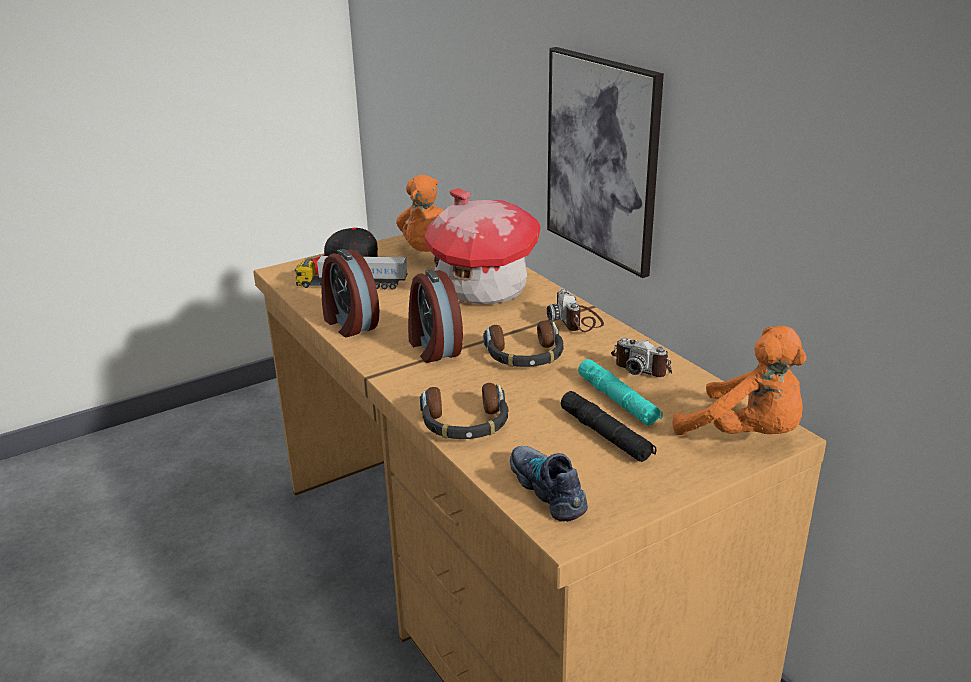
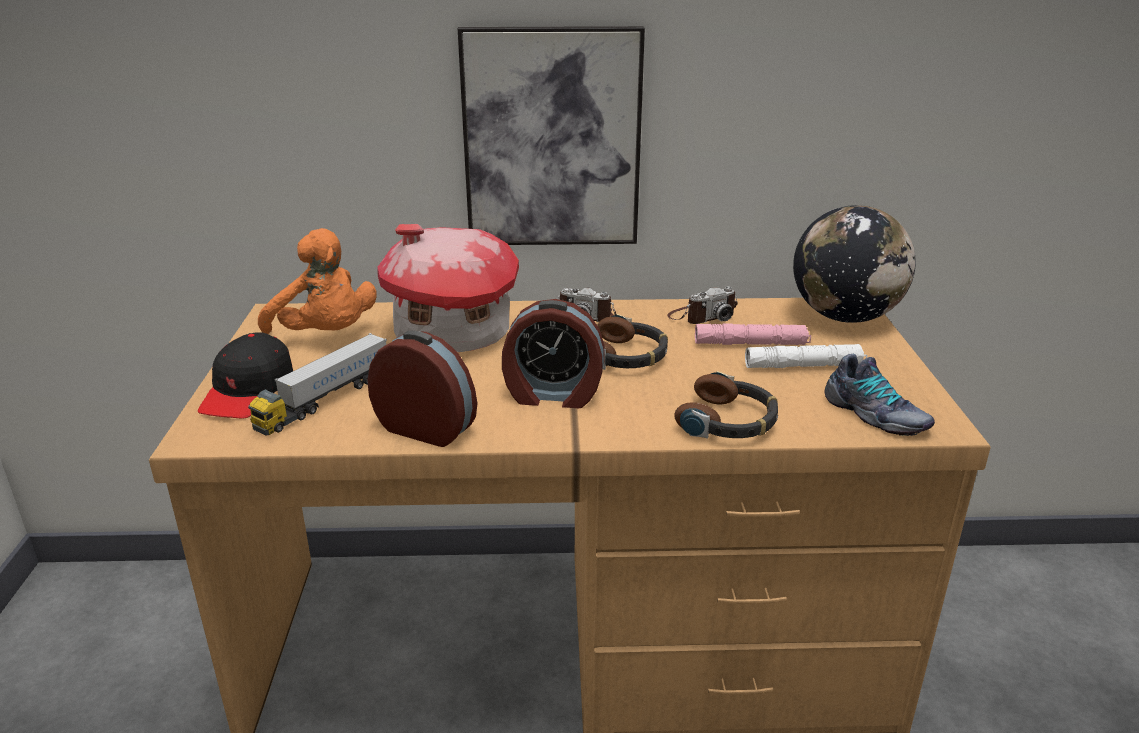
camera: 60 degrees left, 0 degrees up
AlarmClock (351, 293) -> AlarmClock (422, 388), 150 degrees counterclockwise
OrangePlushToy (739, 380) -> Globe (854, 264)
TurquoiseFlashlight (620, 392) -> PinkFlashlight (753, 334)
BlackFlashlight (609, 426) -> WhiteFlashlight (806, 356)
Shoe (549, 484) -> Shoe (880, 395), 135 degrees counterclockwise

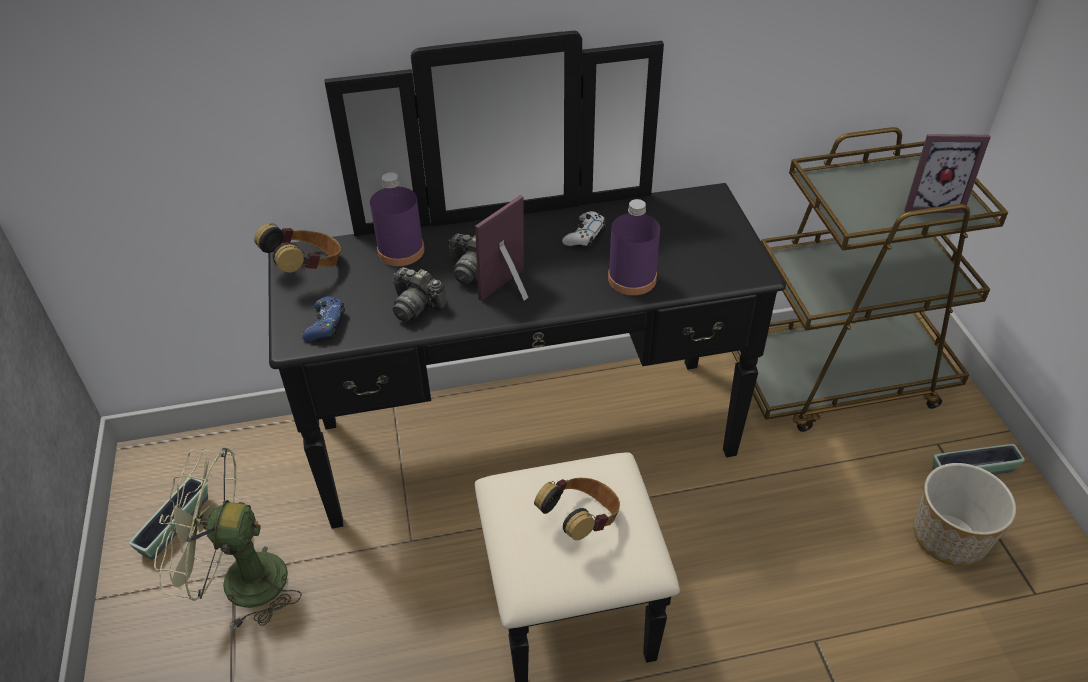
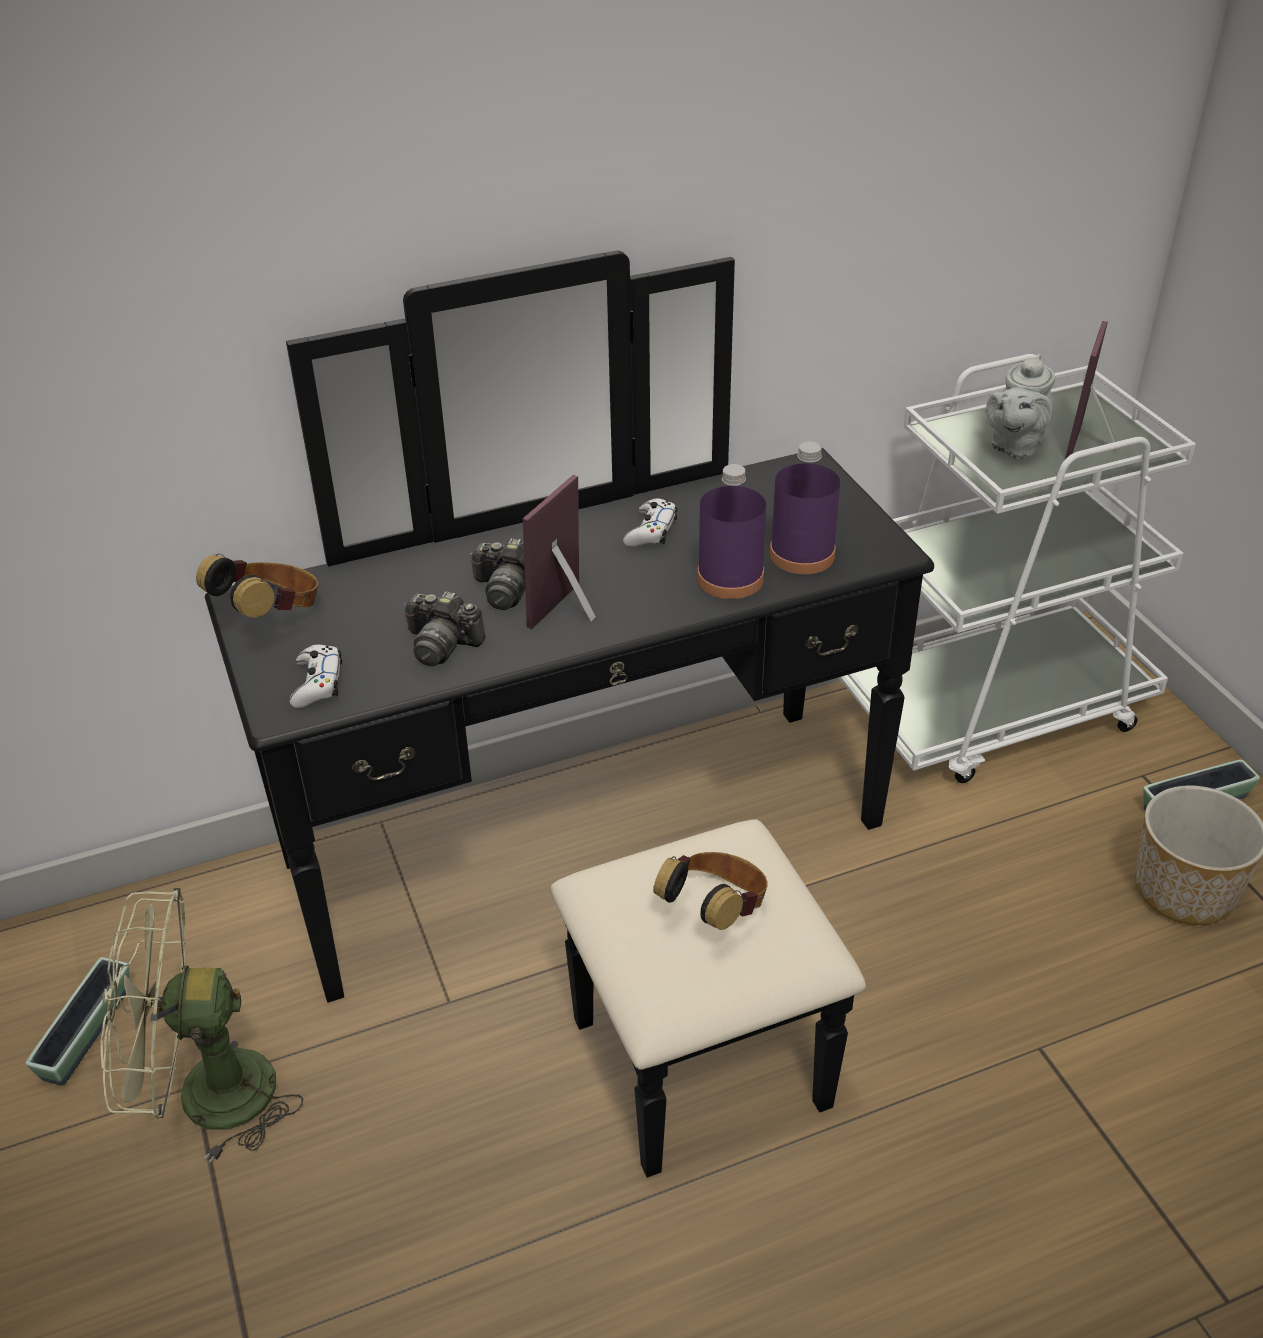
camera: 10 degrees left, 5 degrees down
BrownCart (870, 279) -> WhiteCart (1017, 568)
PictureFrame (947, 173) -> PictureFrame (1091, 390), 120 degrees clockwise
PurpleBottle (397, 219) -> PurpleBottle (805, 508), shifted
BlueGameController (323, 318) -> WhiteGameController (315, 676)
none -> GreyTeapot (1020, 407)

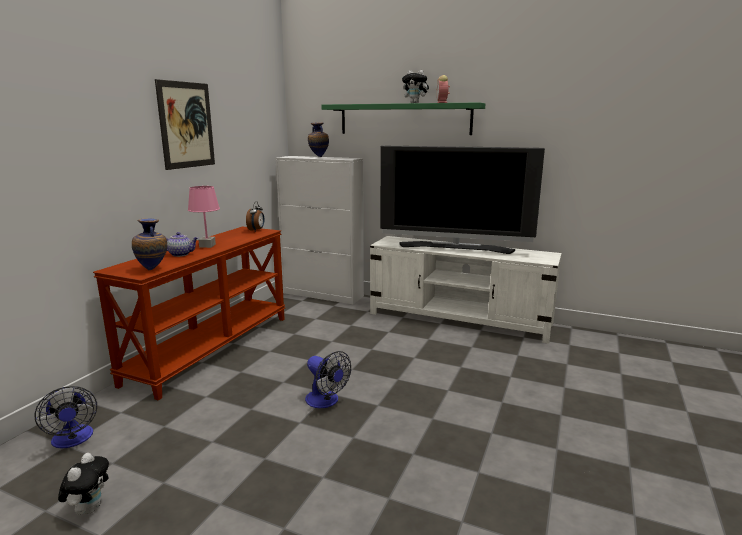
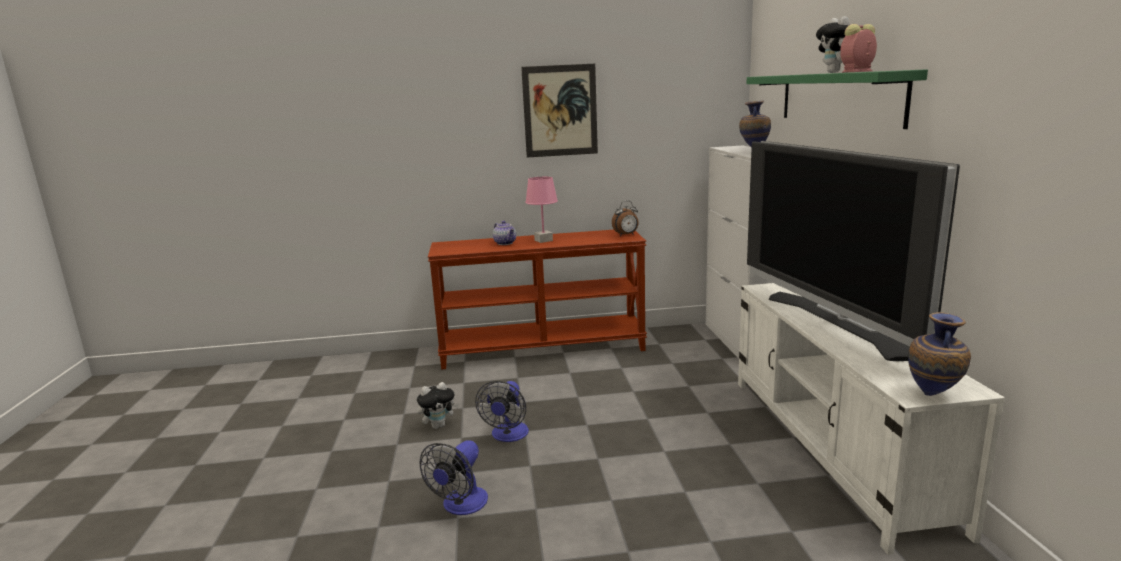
camera: 60 degrees right, 0 degrees up
Vase (149, 244) -> Vase (939, 354), shifted
Fan (65, 417) -> Fan (454, 477), shifted
PlushToy (83, 484) -> PlushToy (438, 405), shifted

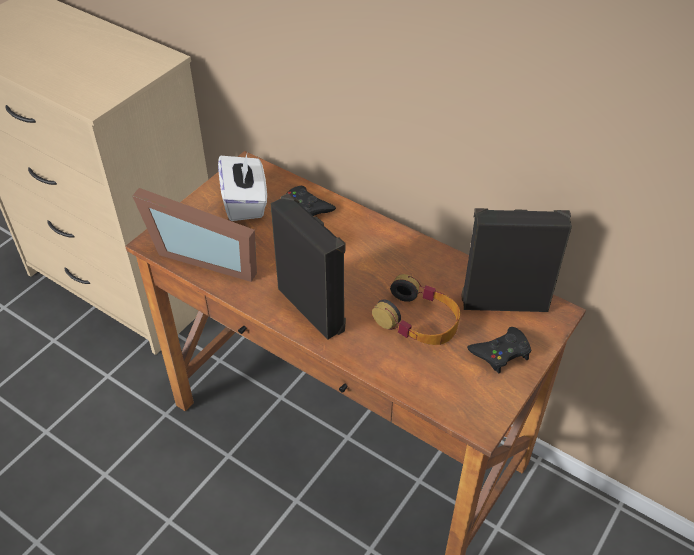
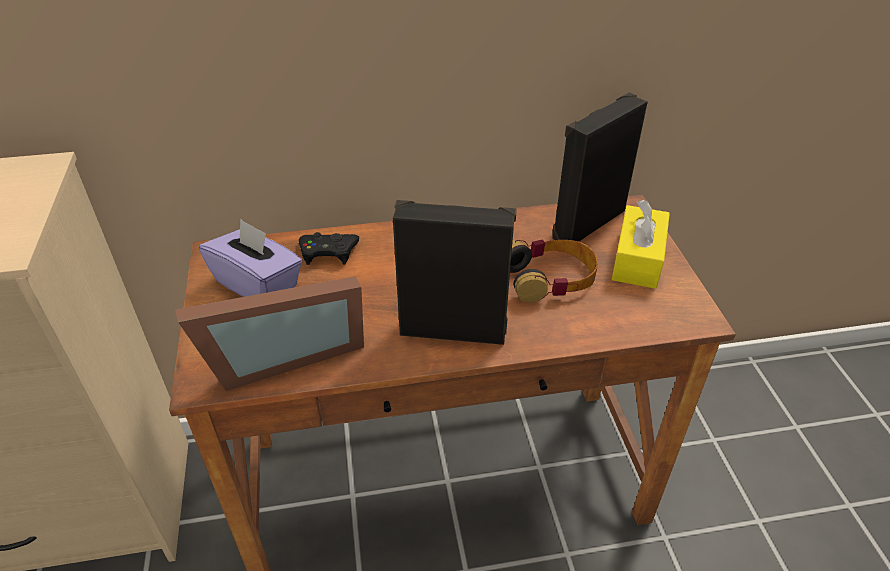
camera: 45 degrees left, 5 degrees down
WhiteTissueBox (242, 187) -> PurpleTissueBox (250, 257)
BlackGameController (499, 350) -> YellowTissueBox (641, 244)

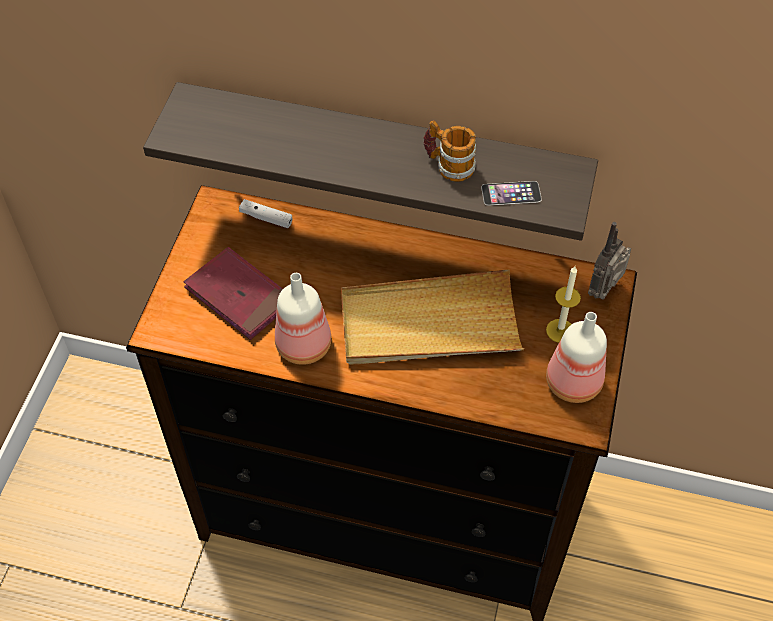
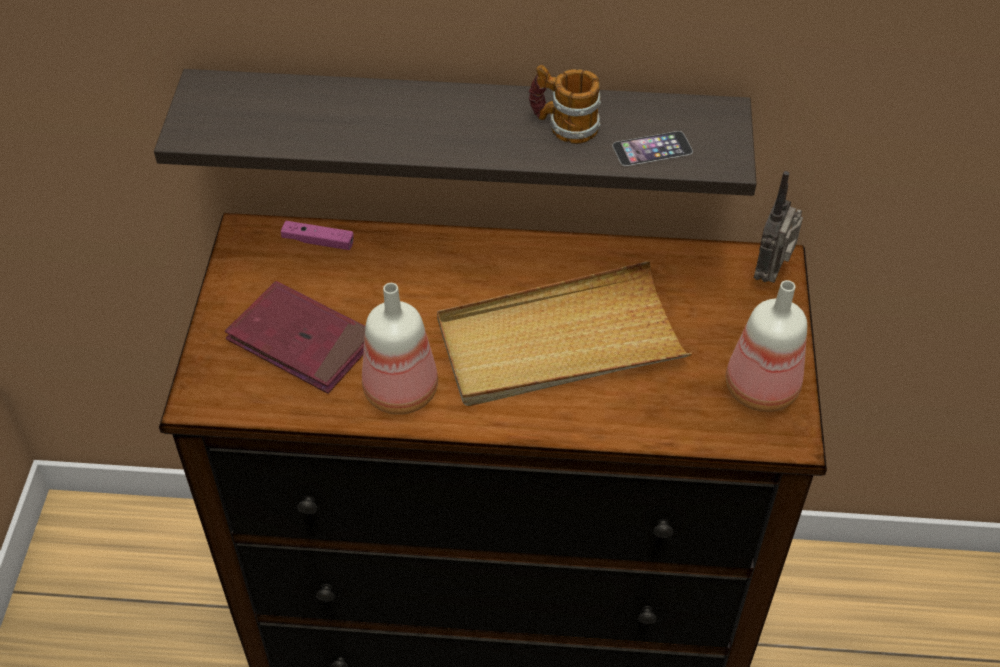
camera: 10 degrees left, 5 degrees down
WhiteGameController (265, 213) -> PinkGameController (317, 235)
Candle (563, 304) -> none

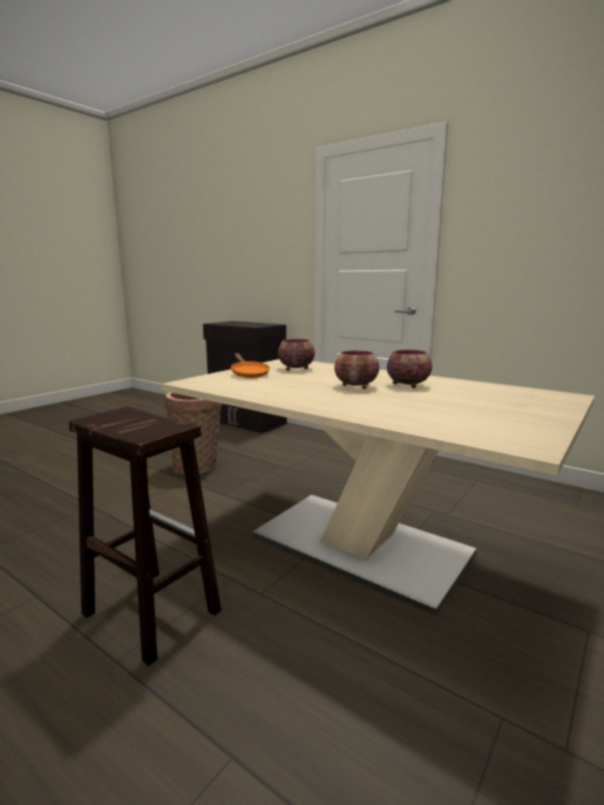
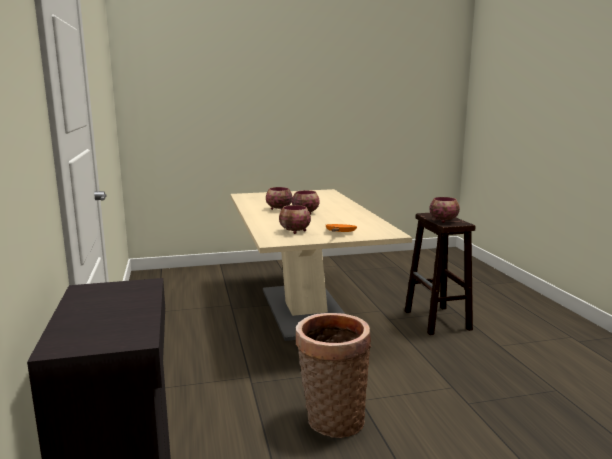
camera: 140 degrees left, 0 degrees up
none -> Bowl (444, 210)

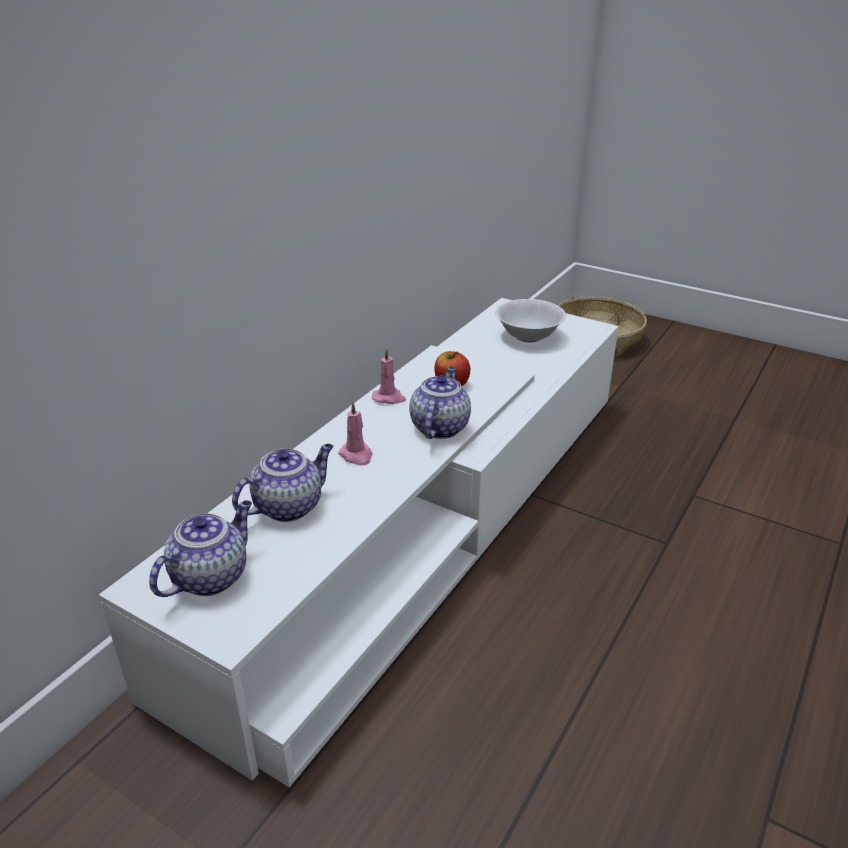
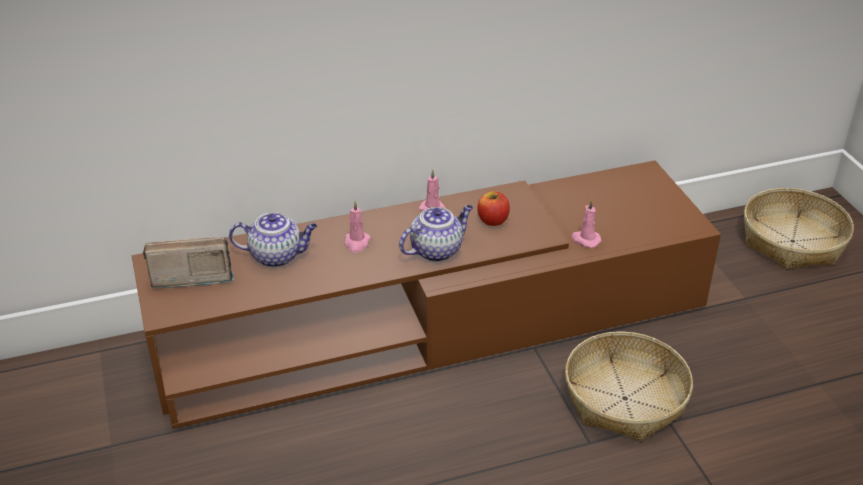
camera: 40 degrees right, 5 degrees up
WhiteTvStand (359, 542) -> BrownTvStand (426, 294)
WhiteBowl (530, 321) -> none
Teapot (200, 548) -> Radio (188, 262)
none -> PinkCandle (586, 223)
none -> Basket (629, 386)

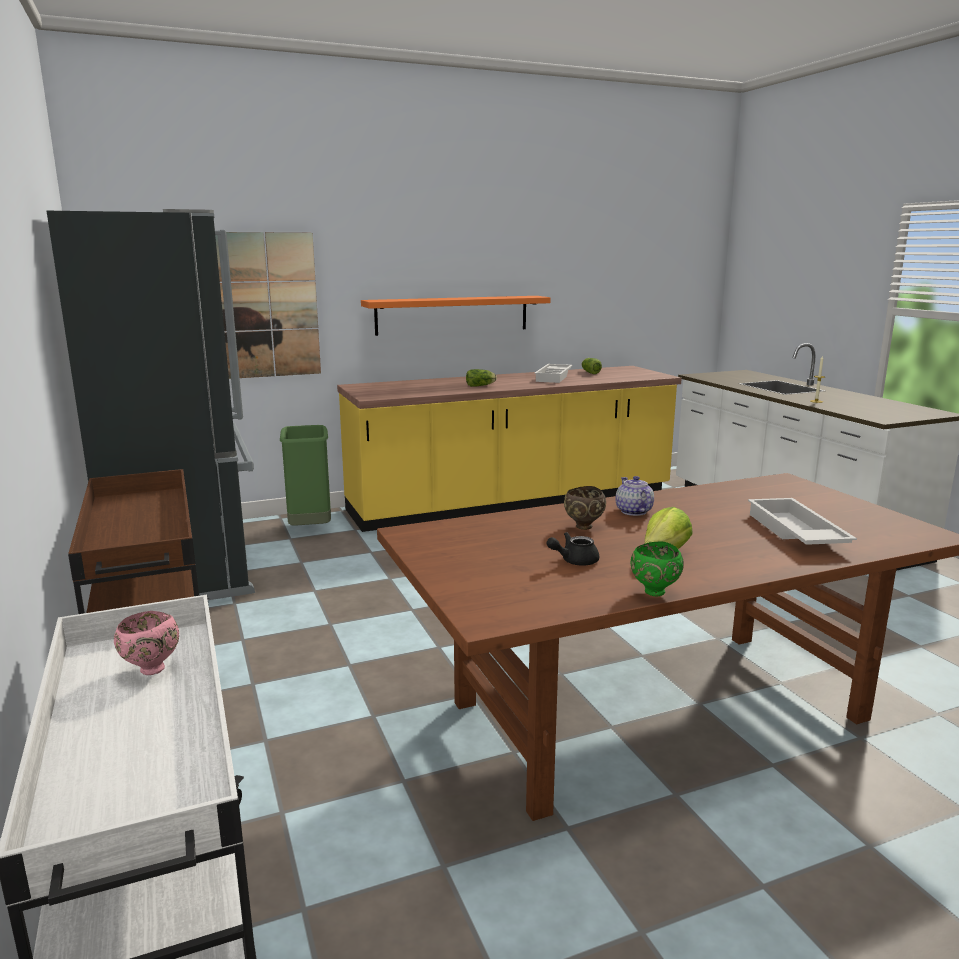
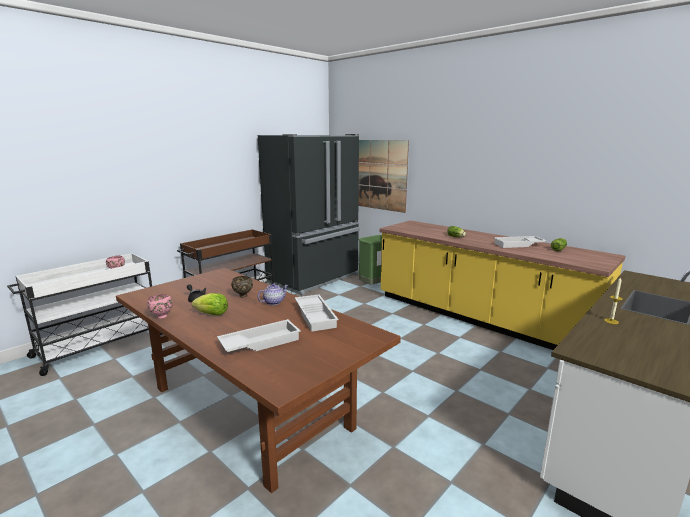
camera: 65 degrees right, 0 degrees up
OrangeShelf (456, 316) -> none
GreenBowl (657, 568) -> PinkBowl (160, 306)
none -> WhiteTray (317, 313)

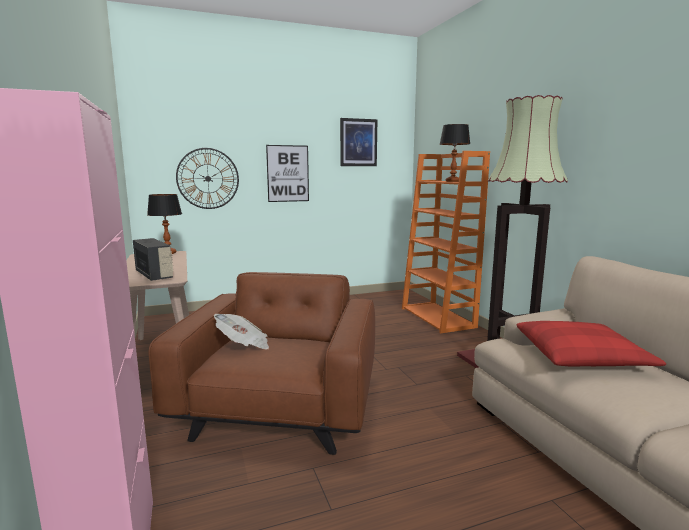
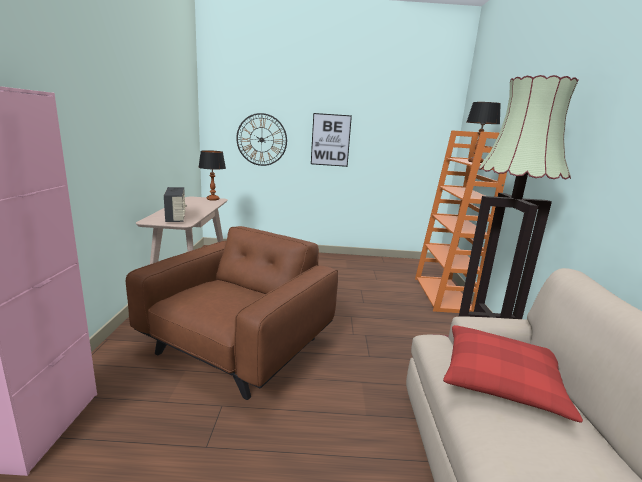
camera: 20 degrees right, 5 degrees up
Picture (358, 142) -> none
Newspaper (241, 332) -> none

